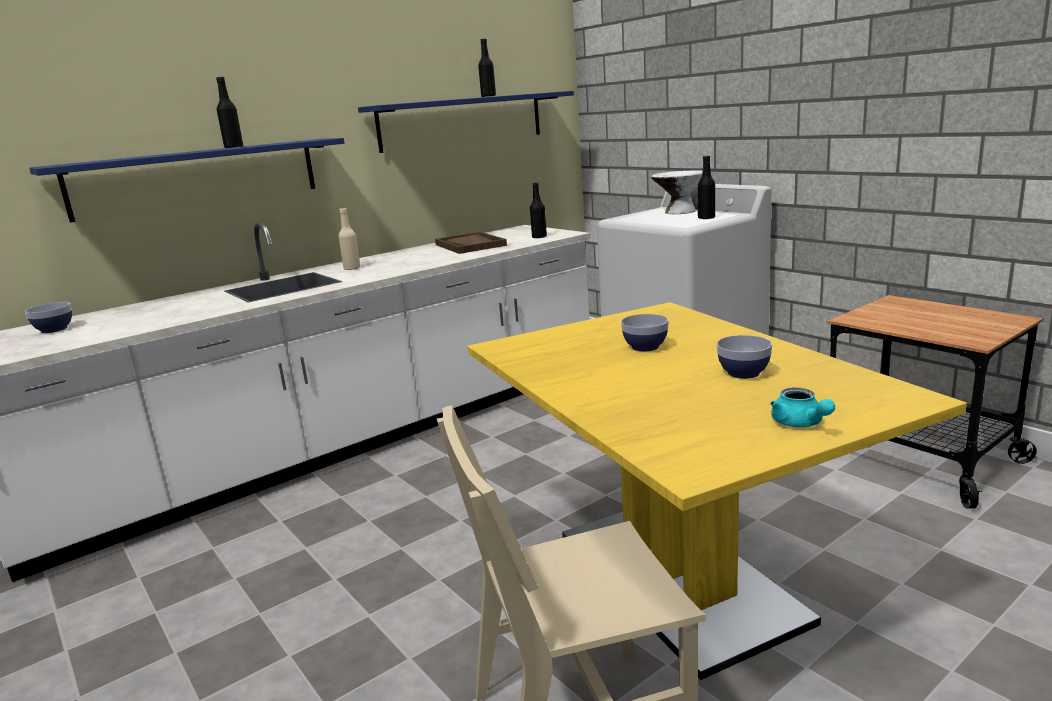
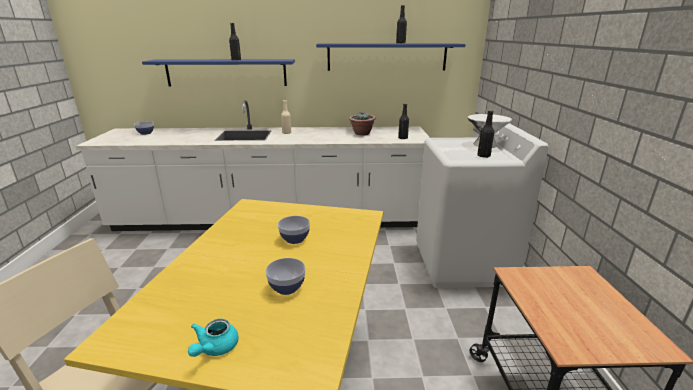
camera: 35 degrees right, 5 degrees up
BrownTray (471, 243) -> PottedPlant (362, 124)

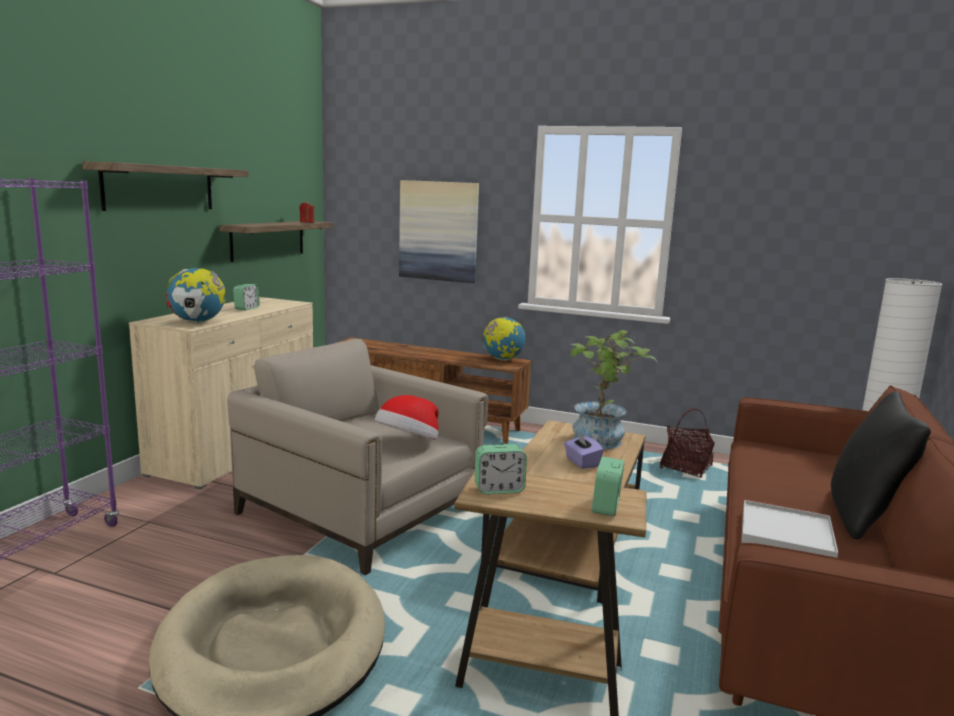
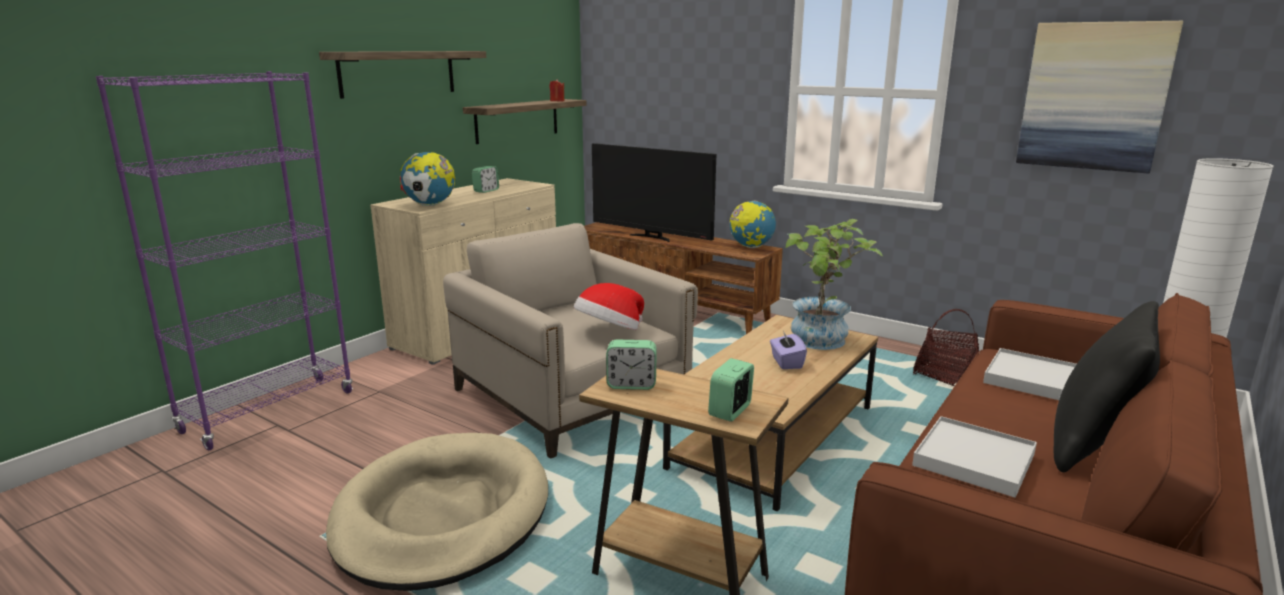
camera: 15 degrees right, 5 degrees up
Picture (439, 231) -> Picture (1099, 97), shifted
none -> Television (654, 192)
none -> WhiteTray (1030, 374)

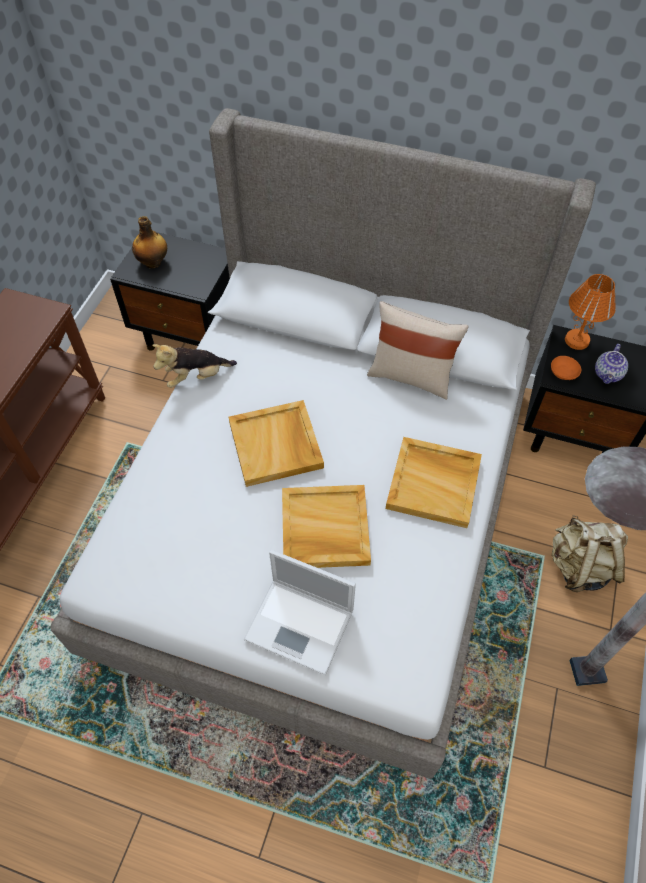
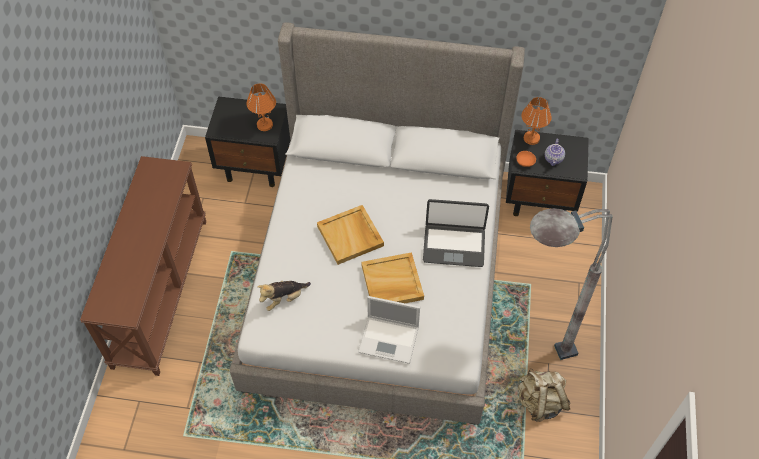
camera: 10 degrees left, 0 degrees up
Bottle (149, 242) -> none
BeigePillow (417, 350) -> none
PlushToy (194, 366) -> PlushToy (284, 296), shifted
BeigeTray (434, 482) -> Laptop (456, 233)
BeigeBackpack (590, 553) -> BeigeBackpack (544, 395), shifted
none -> OrangeTableLamp (261, 107)

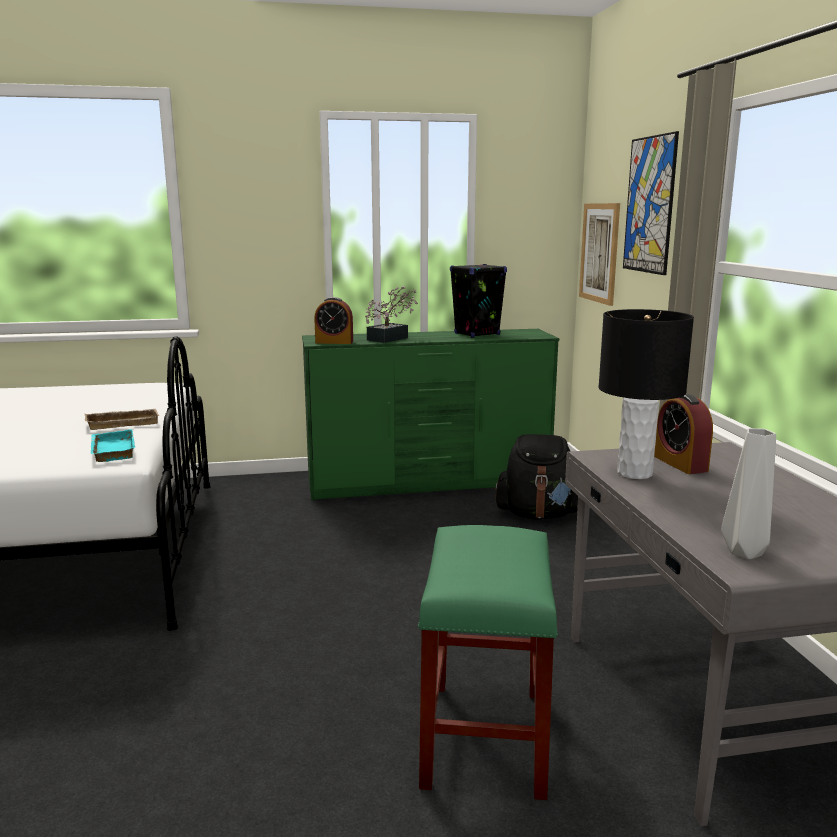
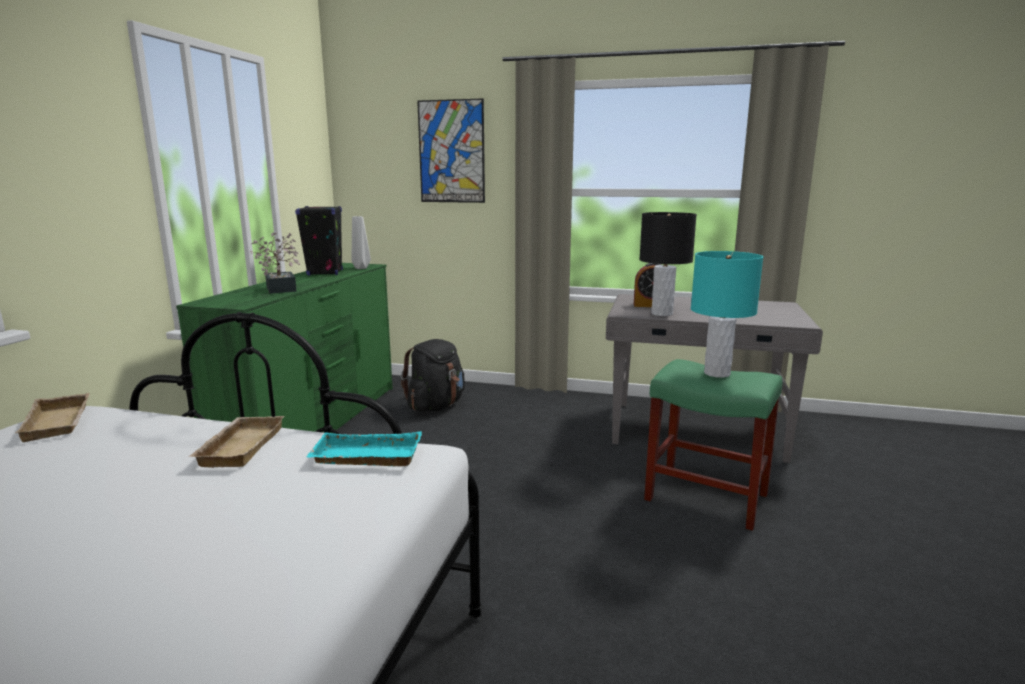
camera: 65 degrees left, 0 degrees up
Picture (599, 254) -> none
AlarmClock (333, 320) -> none
GreyVase (748, 493) -> GreyVase (361, 242), shifted
none -> TurquoiseTableLamp (727, 314)
none -> BeigeTray (52, 417)

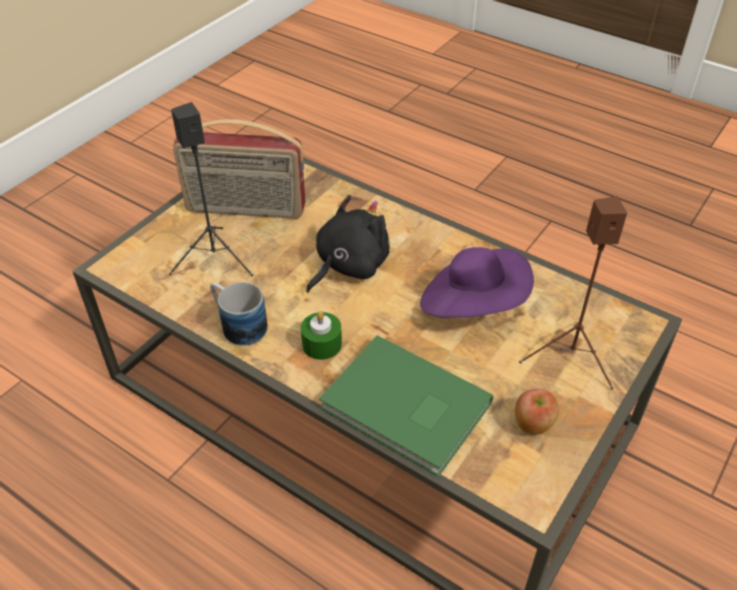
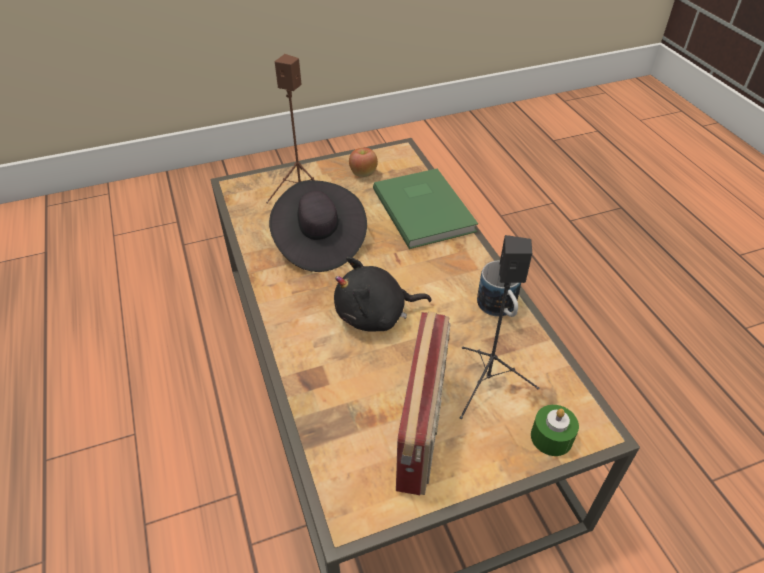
camera: 145 degrees left, 0 degrees up
Radio (239, 169) -> Radio (423, 403), 60 degrees clockwise
PurpleHat (477, 282) -> BlackHat (318, 226)
GreenCandle (321, 335) -> GreenCandle (555, 430), shifted

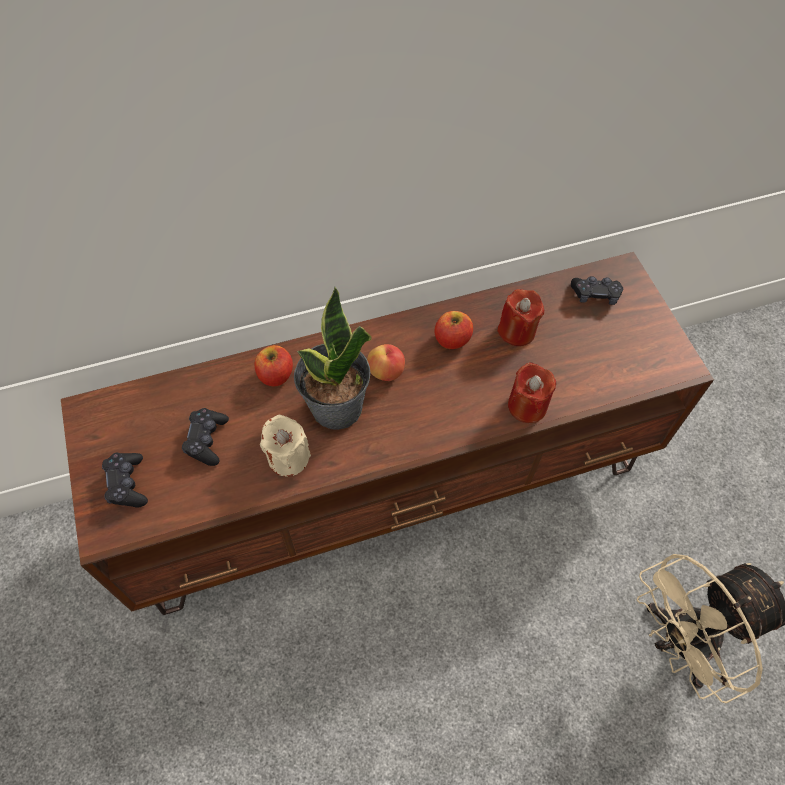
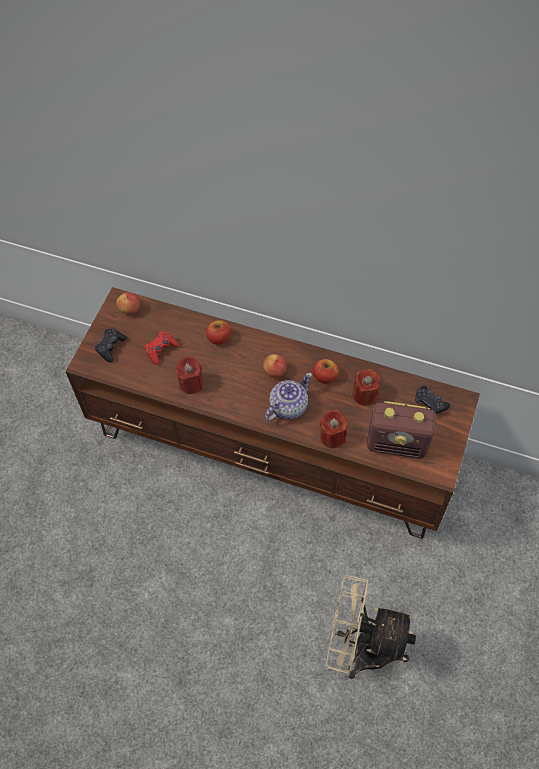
camera: 40 degrees right, 0 degrees up
PottedPlant (333, 358) -> none
BlackGameController (205, 437) -> RedGameController (161, 348)
BeigeCandle (285, 445) -> RedCandle (189, 375)
none -> Apple (128, 303)
none -> Teapot (288, 397)
none -> Radio (401, 430)

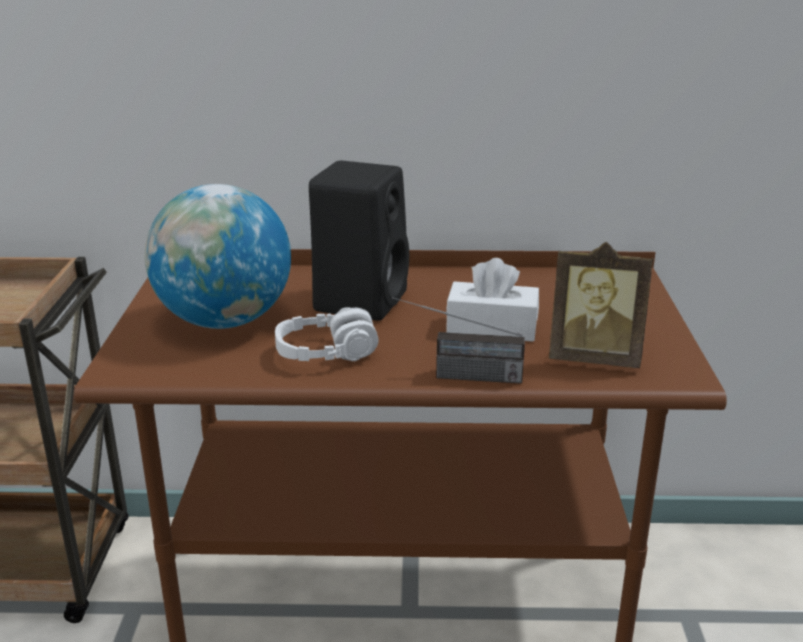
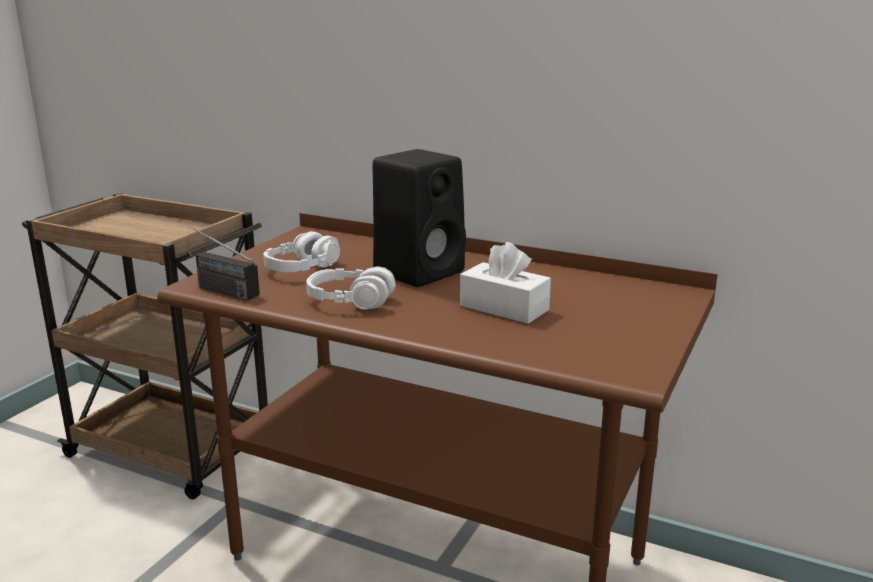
camera: 25 degrees right, 5 degrees down
Globe (218, 256) -> WhiteHeadphones (301, 252)
PictureFrame (601, 305) -> none
Radio (458, 340) -> Radio (219, 260), shifted

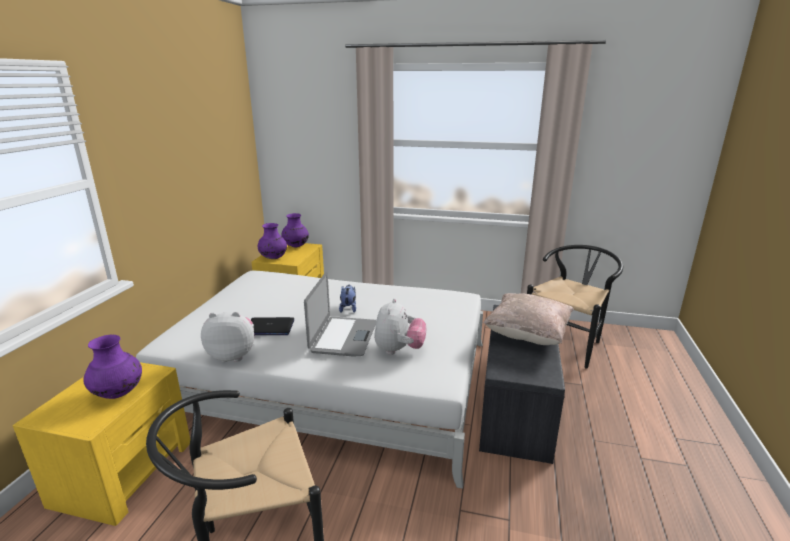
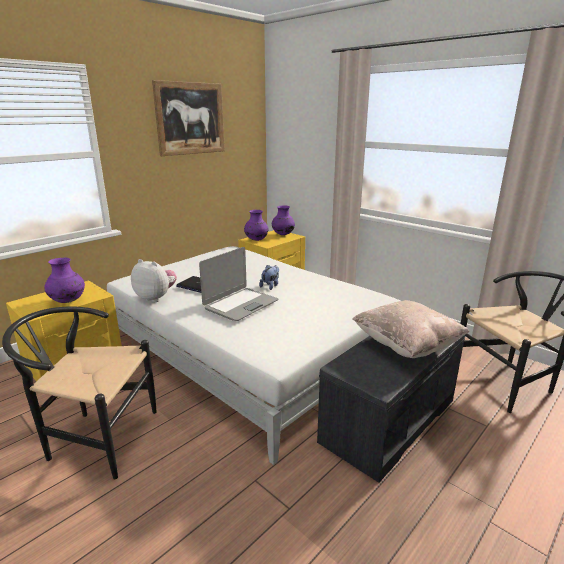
camera: 30 degrees right, 0 degrees up
PlushToy (400, 326) -> none
none -> Picture (188, 118)

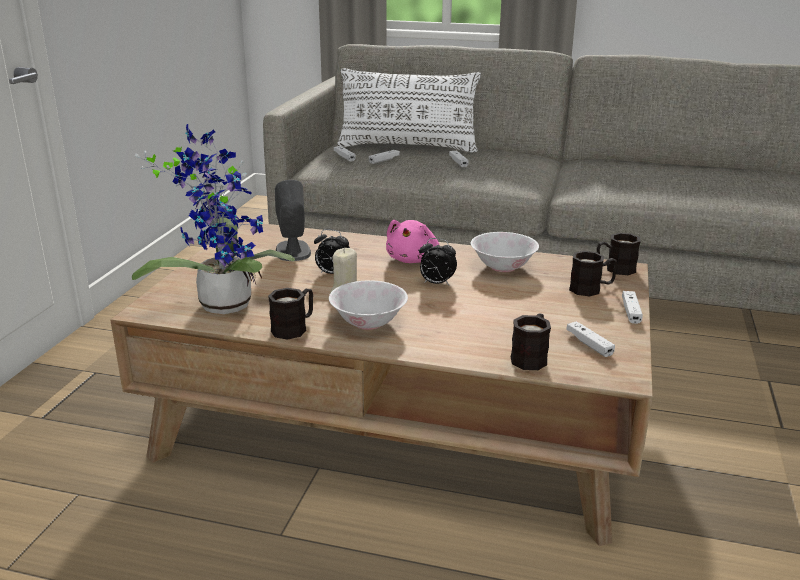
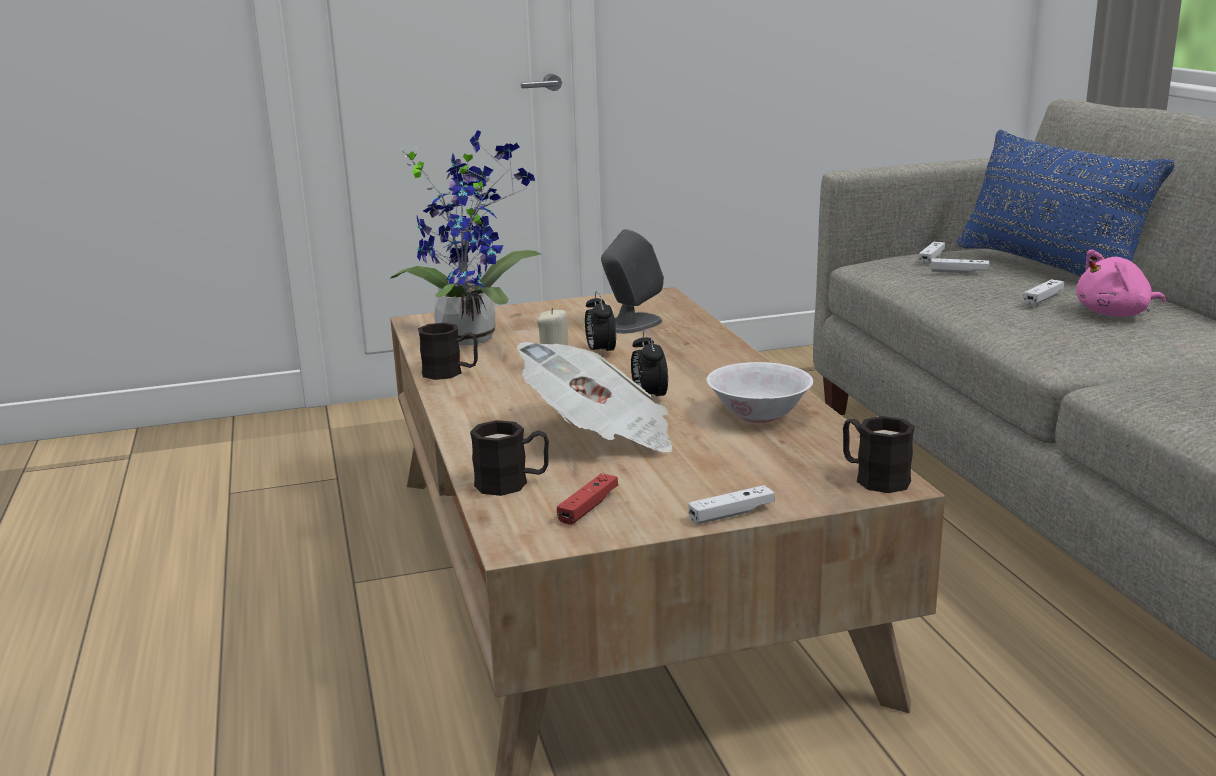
camera: 60 degrees right, 5 degrees down
WhitePillow (409, 110) -> BluePillow (1066, 203)
PinkPlushToy (413, 241) -> PinkPlushToy (1121, 283), shifted
BlackMug (593, 273) -> none
WhiteBowl (368, 305) -> none
WhiteGameController (590, 339) -> RedGameController (587, 499)
none -> Newspaper (594, 397)

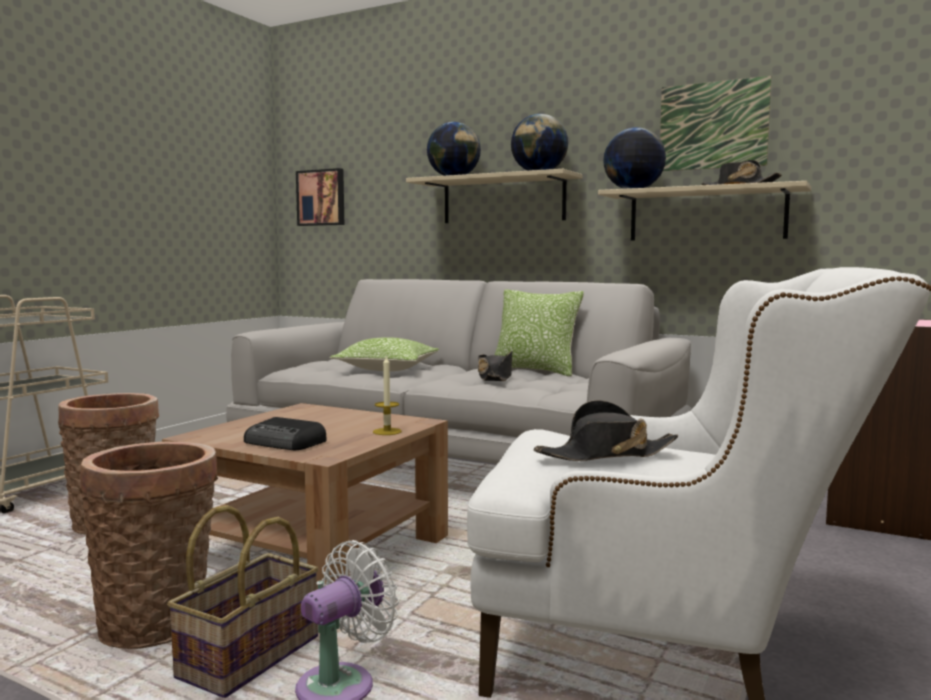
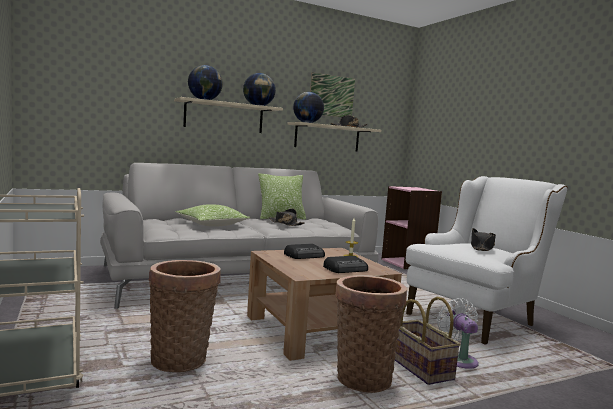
camera: 55 degrees left, 0 degrees up
Picture (320, 197) -> none
none -> Radio (304, 251)

